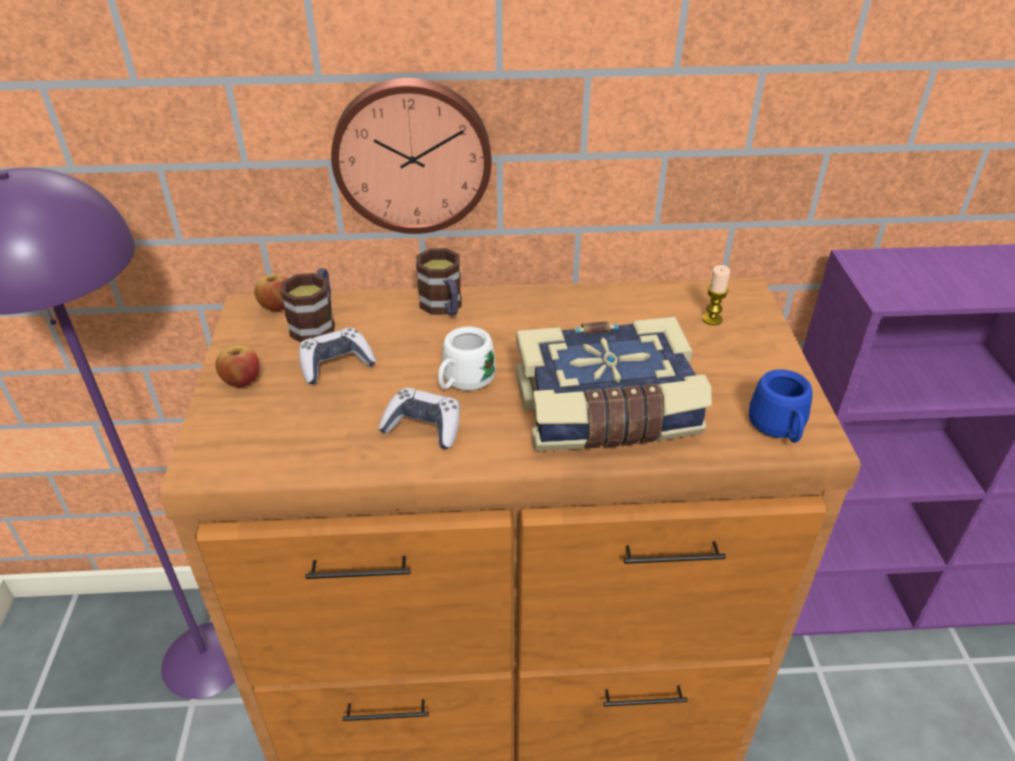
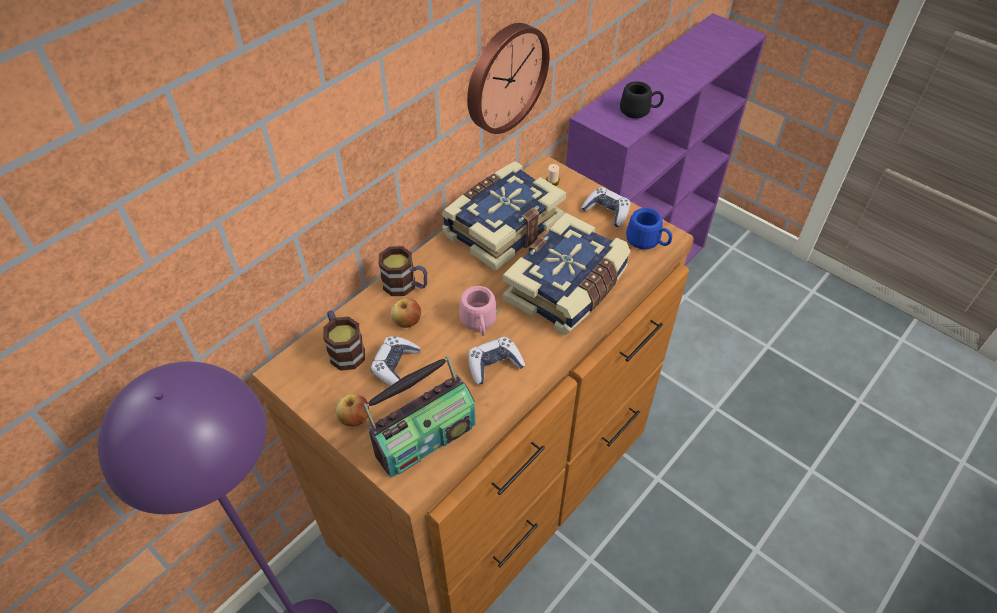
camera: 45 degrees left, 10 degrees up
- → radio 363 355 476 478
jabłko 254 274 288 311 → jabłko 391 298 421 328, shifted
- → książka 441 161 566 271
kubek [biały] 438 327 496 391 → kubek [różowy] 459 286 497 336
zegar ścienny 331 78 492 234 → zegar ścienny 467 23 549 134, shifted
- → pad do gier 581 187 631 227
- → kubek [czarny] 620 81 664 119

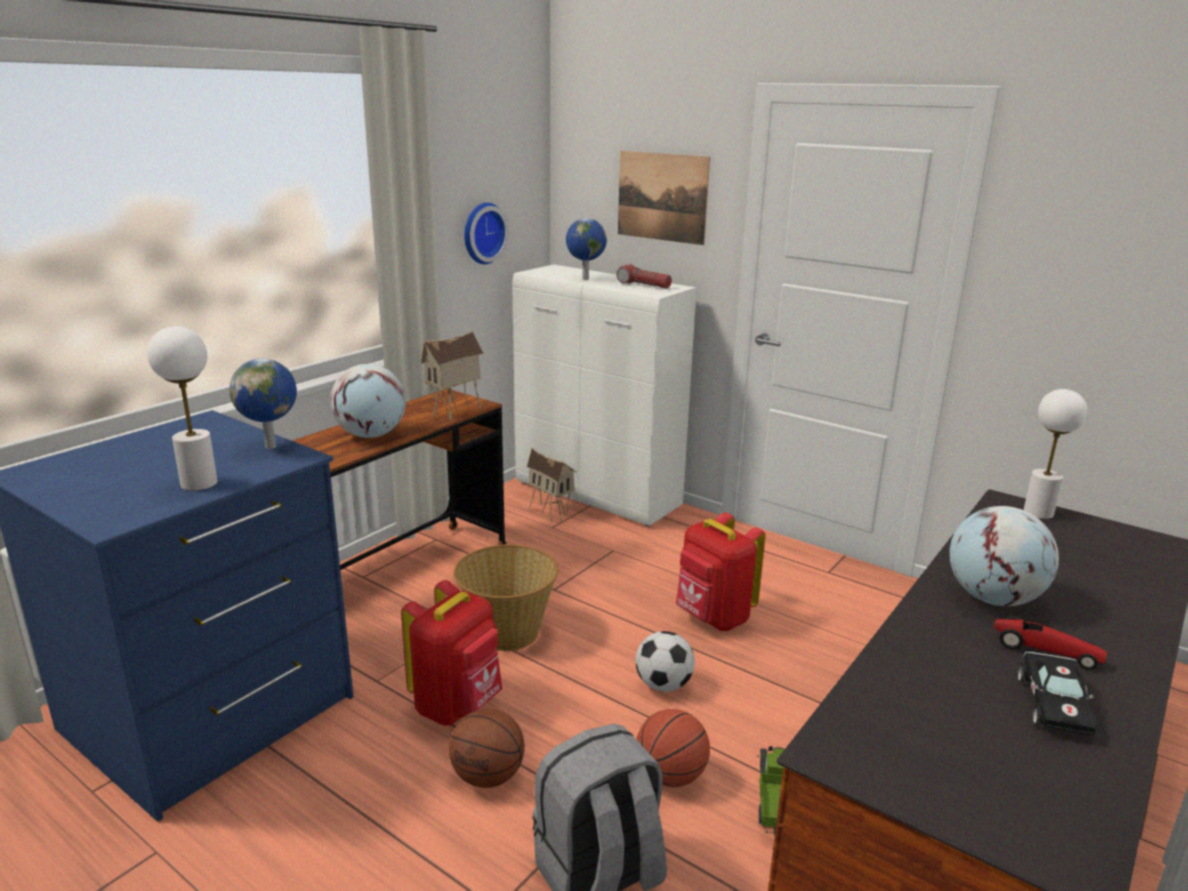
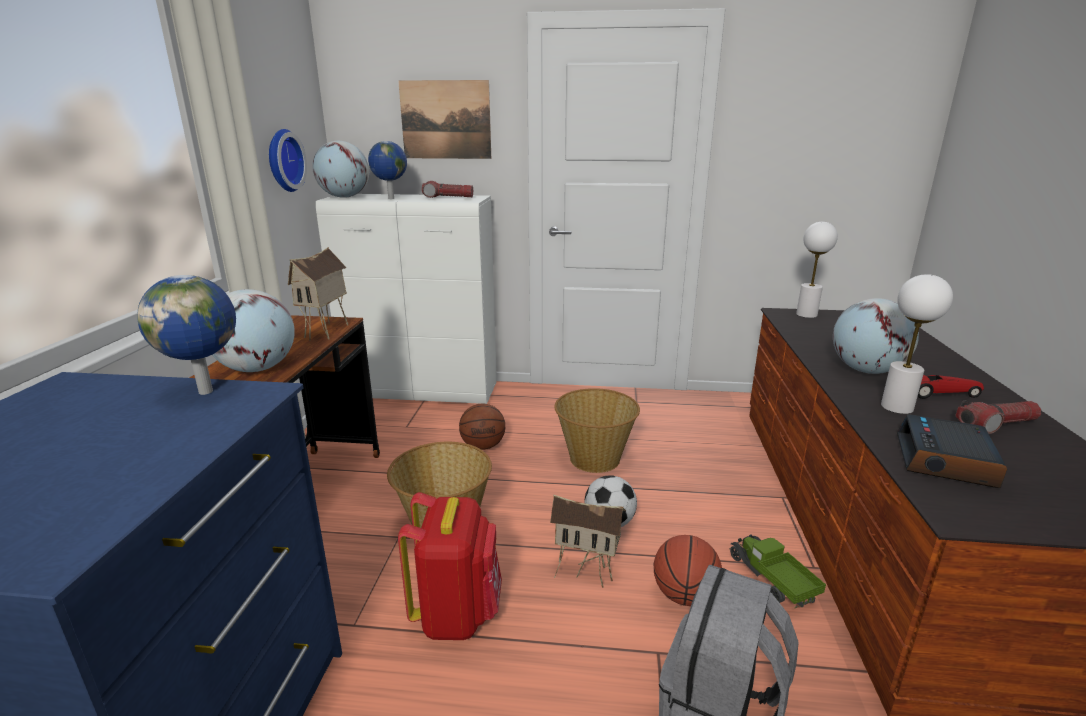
camera: 30 degrees left, 0 degrees up
- → globus 312 141 369 198
piłka do koszykówki 449 709 524 788 → piłka do koszykówki 459 404 505 450, shifted
domek 527 448 576 522 → domek 550 494 626 588, shifted
plecak [czerwony] 676 512 766 631 → koszyk 554 388 640 473
lampa stołowa [biały] 147 326 218 491 → lampa stołowa [biały] 881 274 953 414, shifted
- → budzik 897 414 1007 488
samochodzik [czarny] 1018 651 1097 735 → latarka 955 400 1041 434

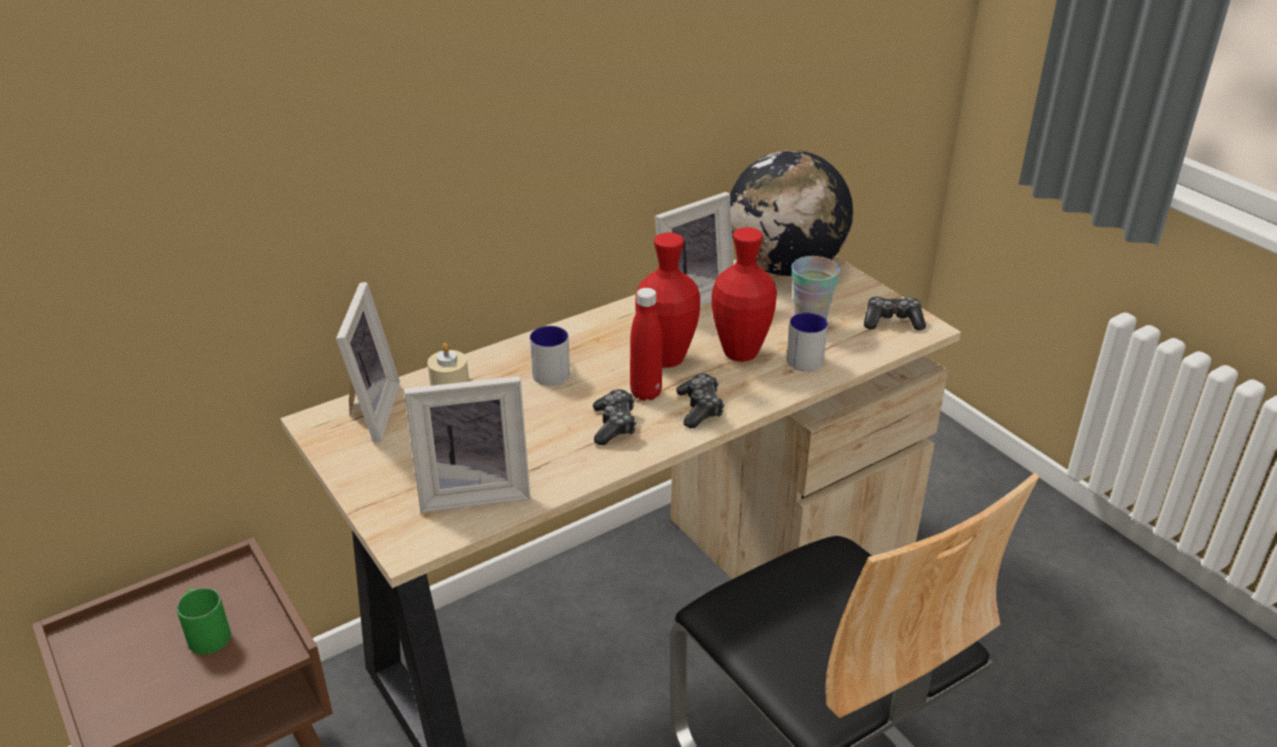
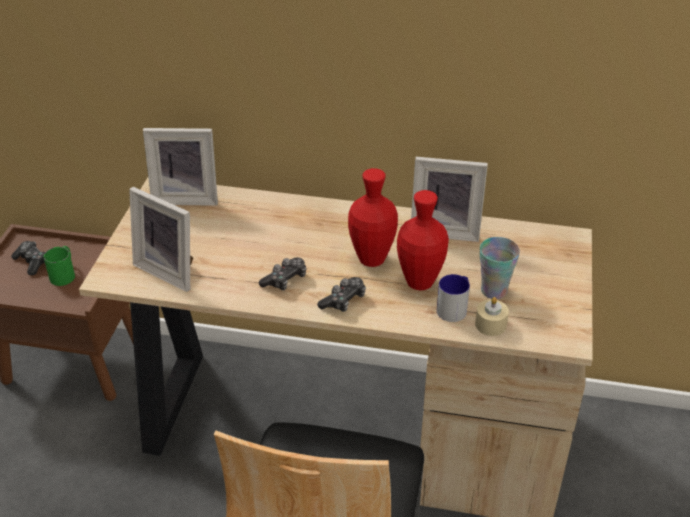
camera: 45 degrees right, 5 degrees up
pad do gier 864 296 926 330 → pad do gier 11 241 45 275, shifted
ramka na zdjęcie 336 282 400 443 → ramka na zdjęcie 143 128 218 206, 45 degrees clockwise
świeca [beżowy] 427 343 469 386 → świeca [beżowy] 475 297 509 336, shifted
kubek 530 326 570 386 → -
butelka [czerwony] 630 288 662 401 → -
globus 730 150 853 276 → -

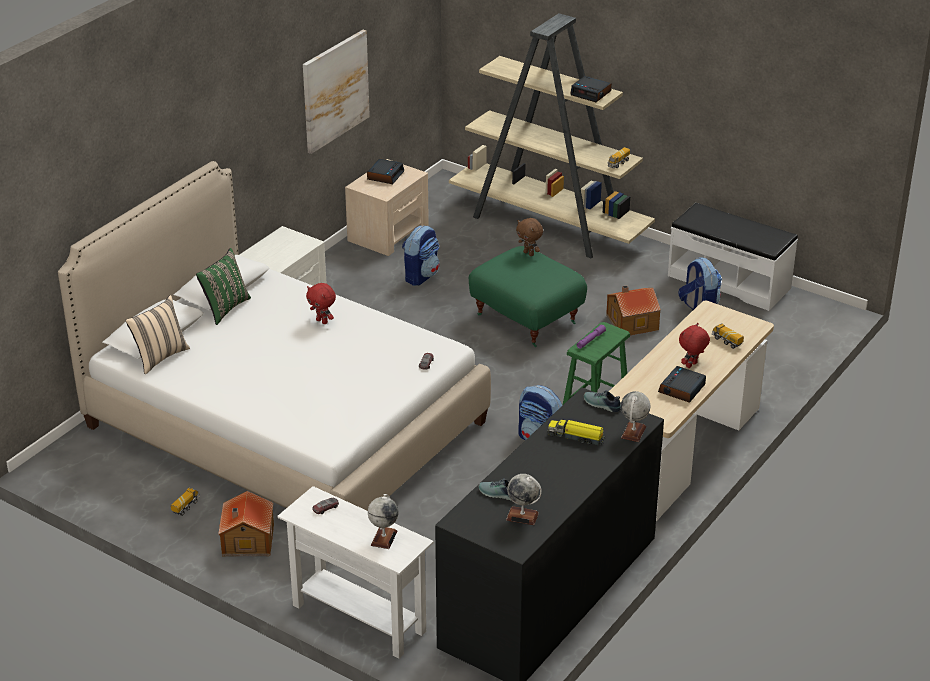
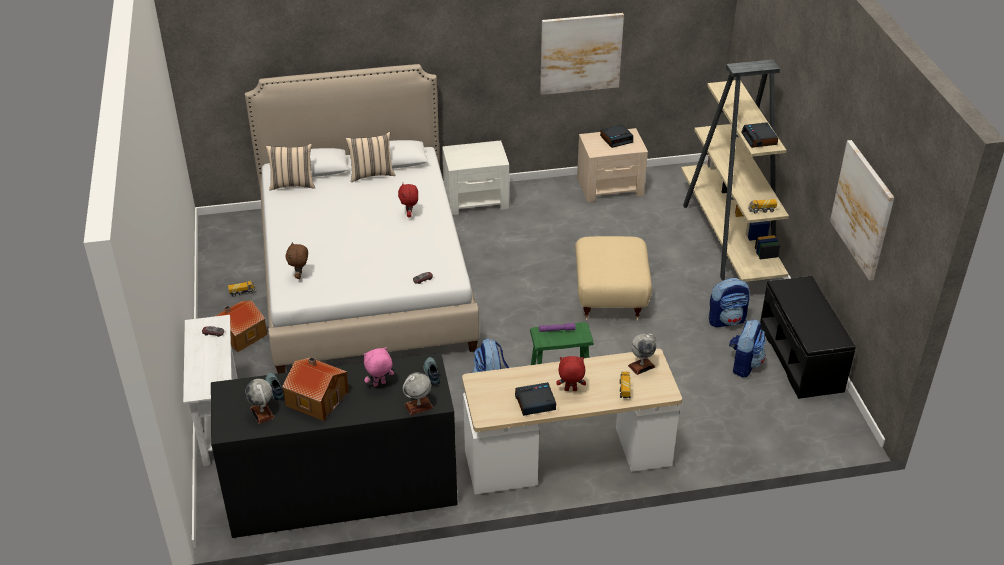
camera: 45 degrees right, 5 degrees up
domek 606 285 661 335 → domek 282 357 349 421, shifted
pluszak [brązowy] 516 218 543 256 → pluszak [brązowy] 285 242 308 279, shifted
poduszka [zielony] 196 248 251 325 → poduszka [beżowy] 345 132 396 182
ciężarówka zabawkowa 548 418 606 446 → pluszak [różowy] 363 347 394 386
pufa [zielony] 469 246 587 347 → pufa [beżowy] 575 236 652 321
globus 368 494 399 549 → globus 628 334 656 375, shifted
plecak 402 225 440 286 → plecak 709 278 750 327, shifted
ławka [biały] 668 203 798 311 → ławka [czarny] 760 276 855 399
- → obraz 830 140 895 281

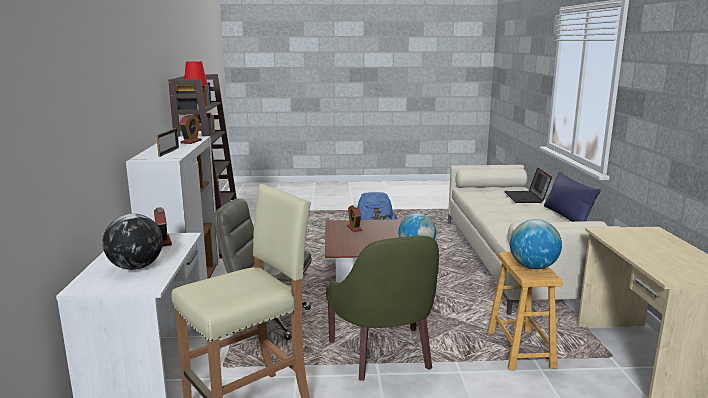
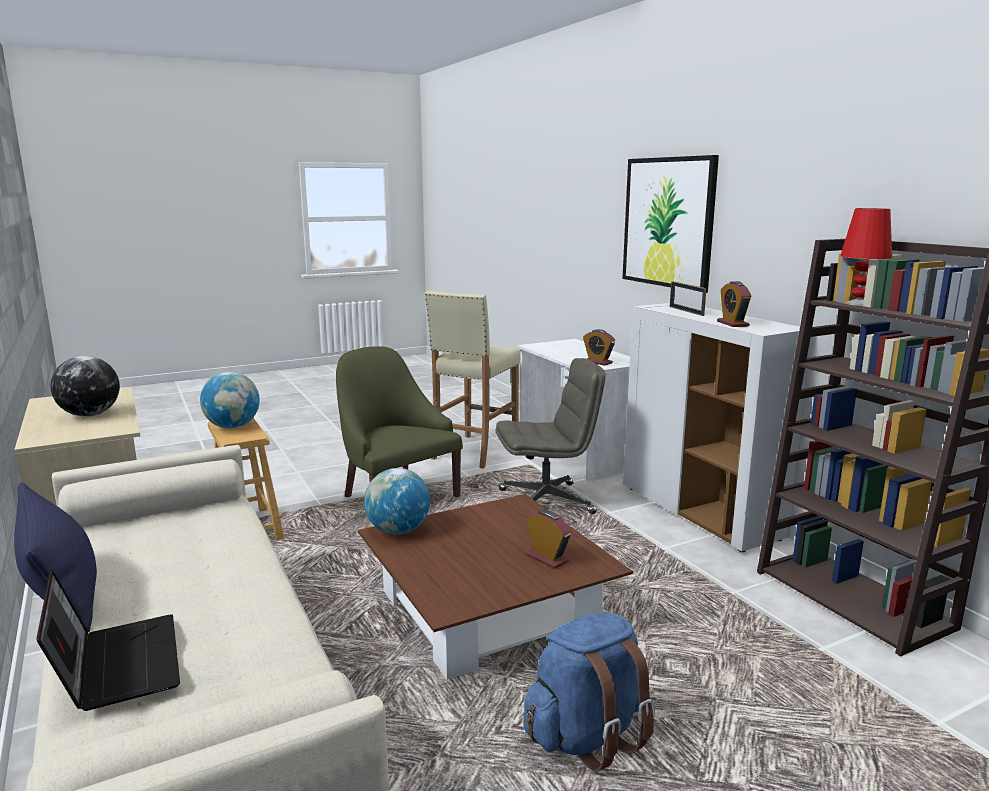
camera: 155 degrees right, 0 degrees up
globus 102 214 163 270 → globus 50 356 120 416, shifted
- → obraz 622 155 719 293

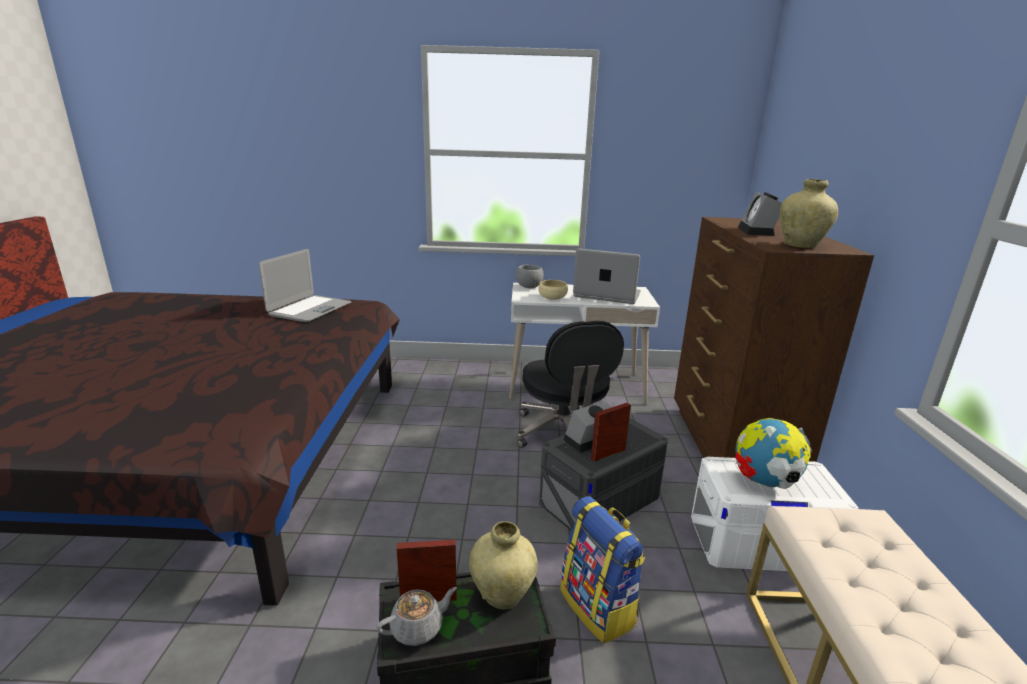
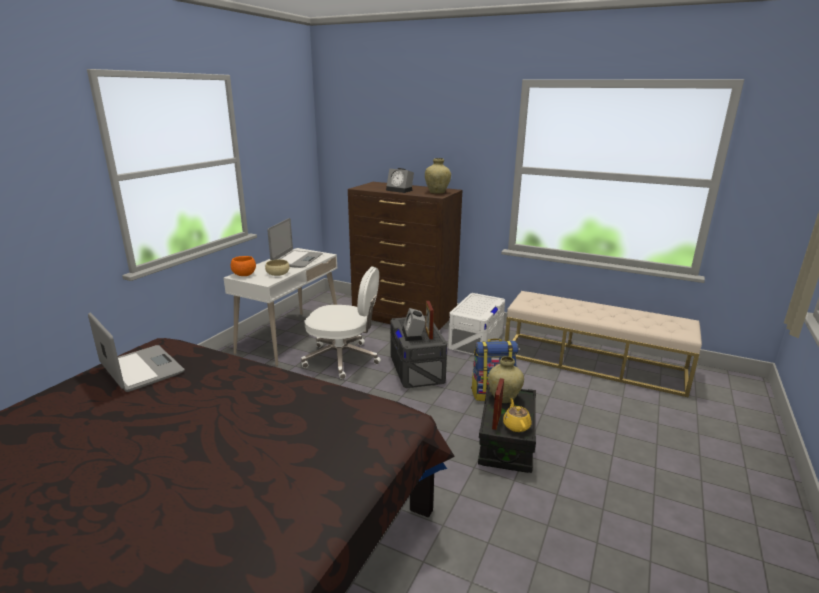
camera: 65 degrees left, 0 degrees up
miska [szary] 516 265 544 289 → miska [pomarańczowy] 231 256 256 276
laptop 573 248 641 304 → laptop 267 218 323 268, 150 degrees clockwise
krzesło biurowe [czarny] 517 321 624 448 → krzesło biurowe [biały] 301 266 381 379
imbryk [szary] 377 587 457 646 → imbryk [żółty] 503 398 532 432
globus 735 418 813 489 → -

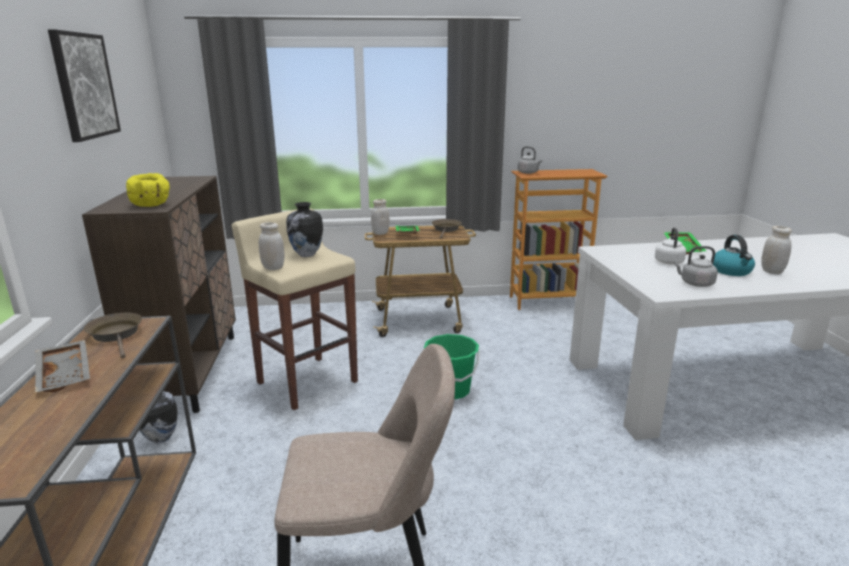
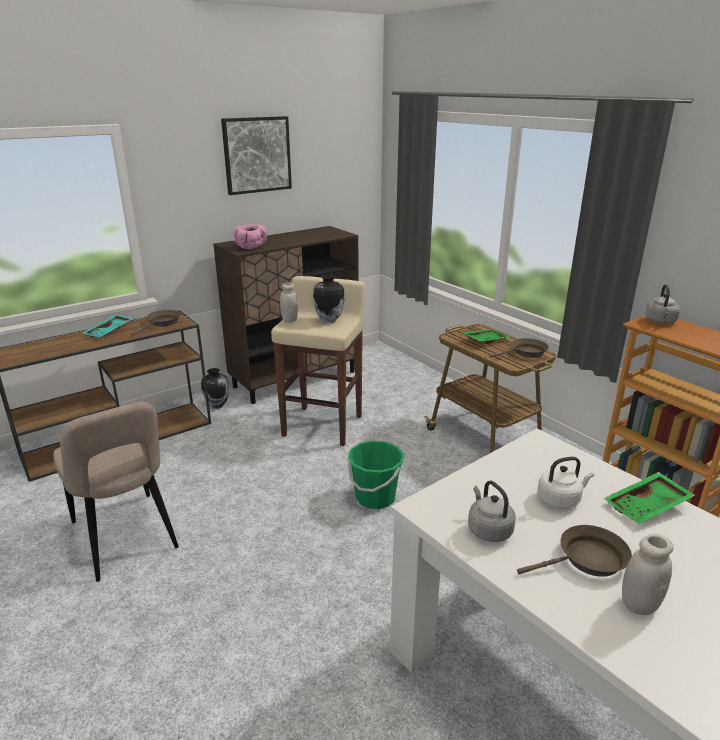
camera: 60 degrees right, 5 degrees up
taca [szary] 35 340 90 393 → taca [turkusowy] 83 314 133 337
miska [żółty] 126 173 170 207 → miska [różowy] 233 224 267 249
czajnik 713 235 755 276 → patelnia [brązowy] 517 525 632 577
słoik [biały] 371 199 390 235 → -

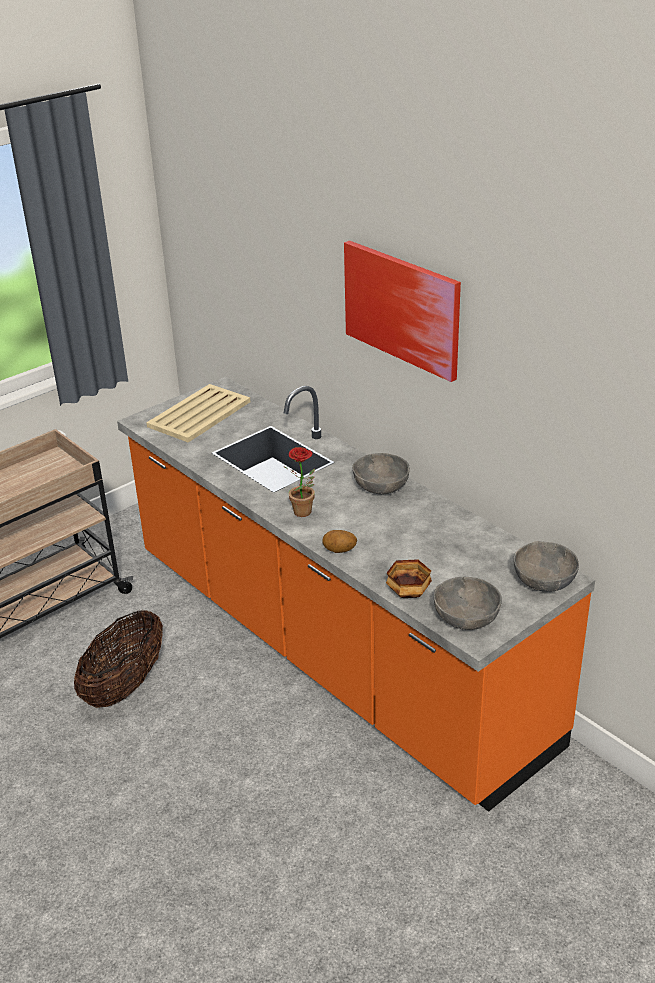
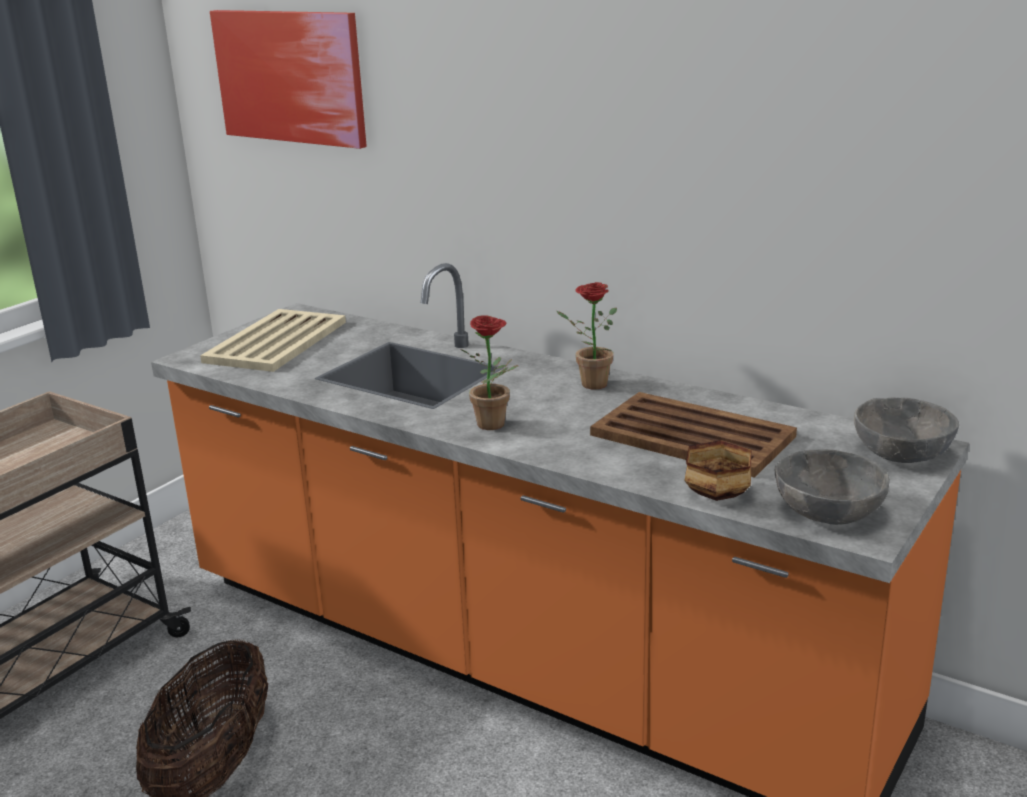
camera: 15 degrees left, 10 degrees down
obraz 344 241 461 382 → obraz 210 10 367 149, shifted
miska [szary] 352 453 410 495 → roślina doniczkowa 557 282 617 389
- → taca [brązowy] 590 392 797 478
ziemniak 322 530 357 553 → -

